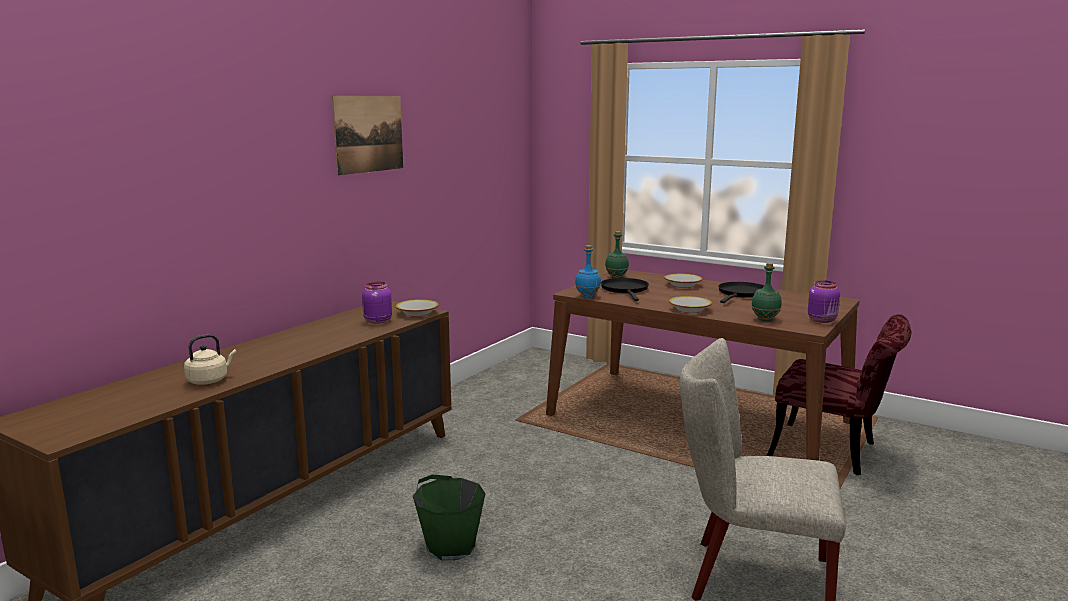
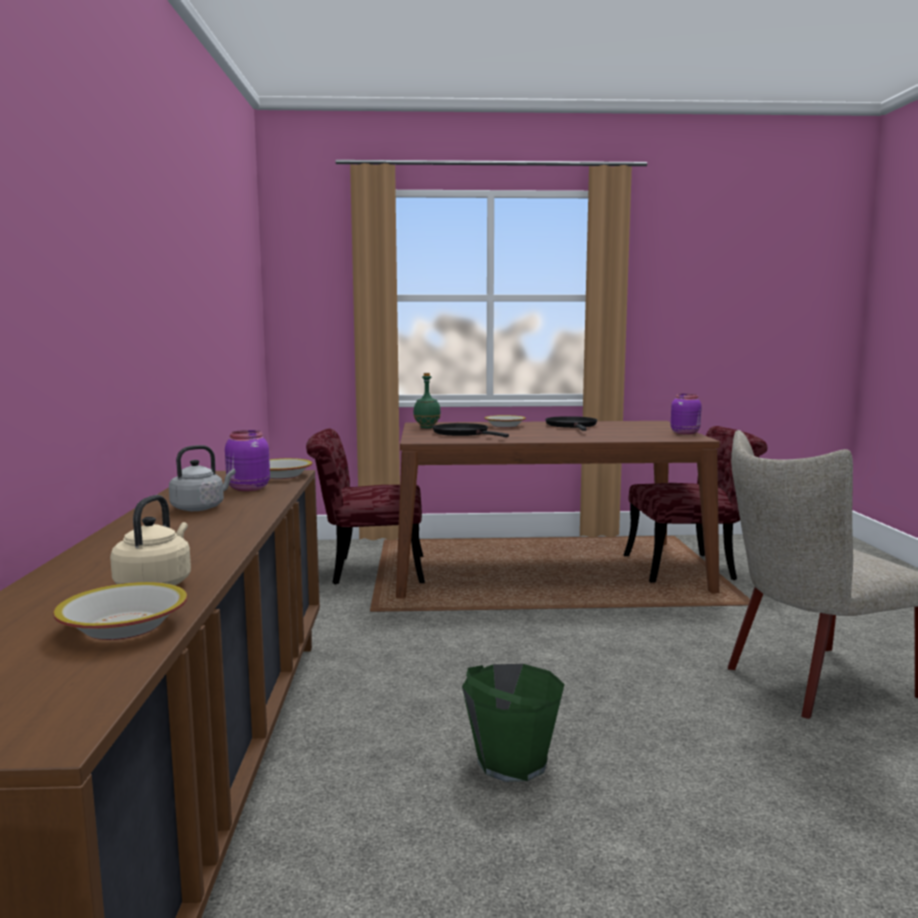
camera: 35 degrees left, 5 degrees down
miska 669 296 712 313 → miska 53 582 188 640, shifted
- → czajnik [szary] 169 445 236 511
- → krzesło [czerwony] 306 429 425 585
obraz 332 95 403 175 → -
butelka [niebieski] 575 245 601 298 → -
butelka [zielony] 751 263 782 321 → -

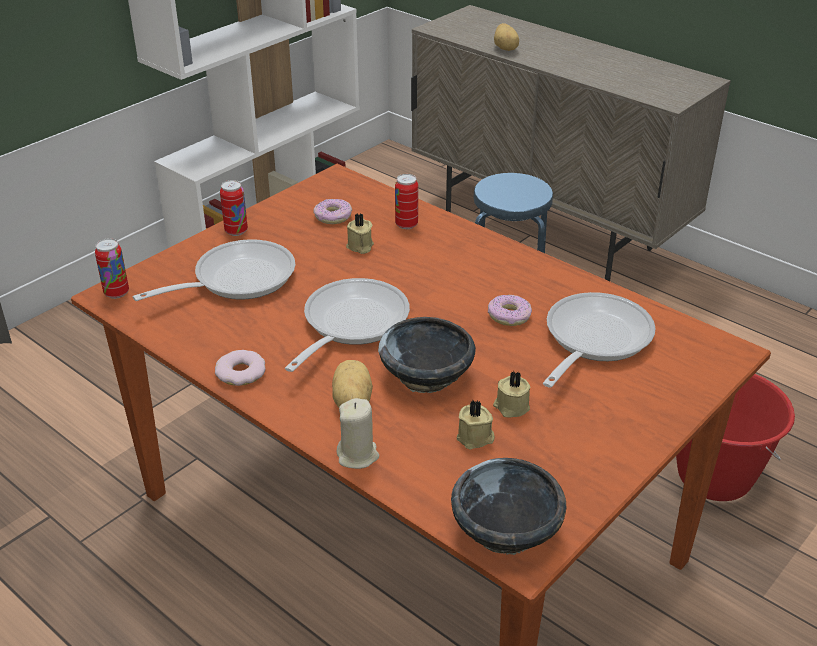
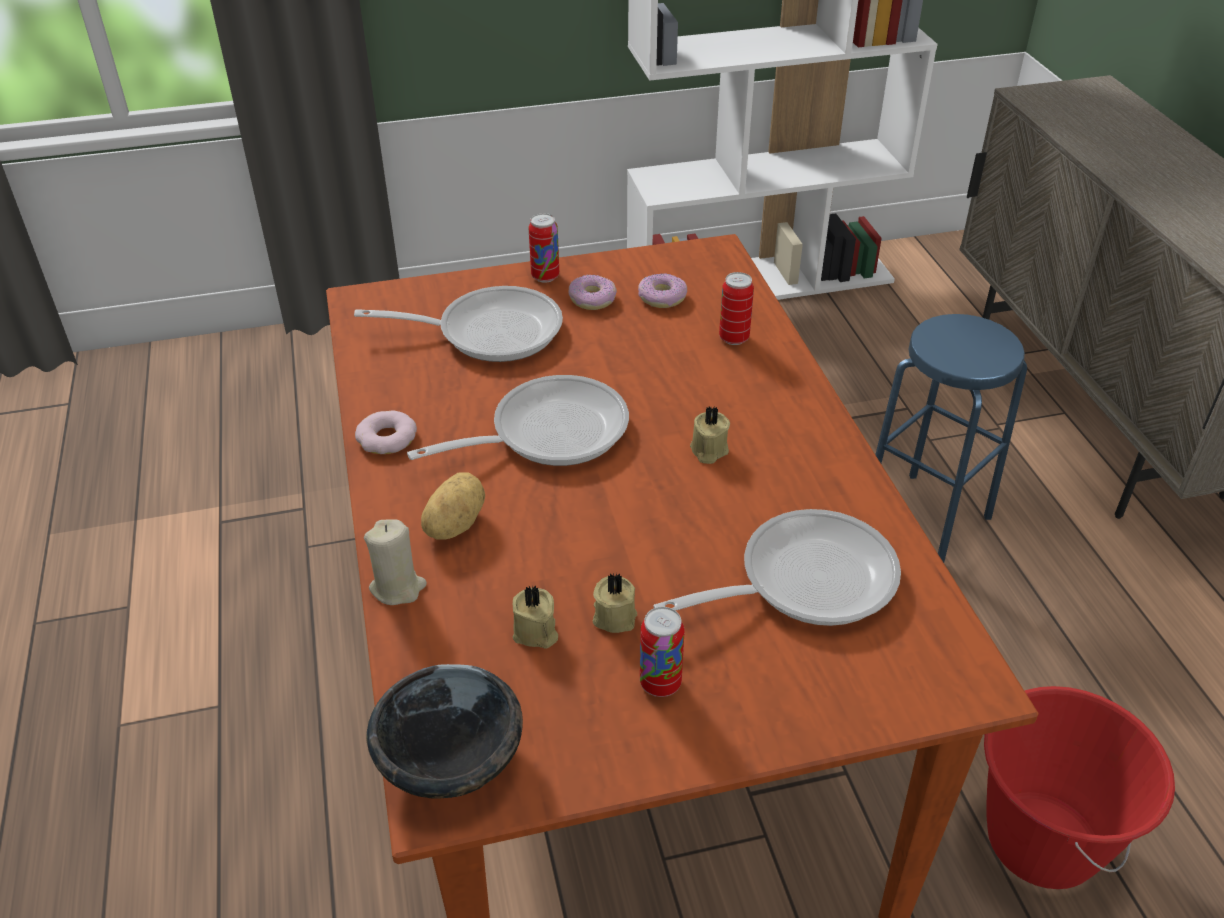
camera: 35 degrees right, 5 degrees up
donut 488 295 532 326 → donut 569 275 617 310, shifted
puszka 95 238 129 299 → puszka 640 607 685 697, shifted
świeca [beżowy] 346 213 374 254 → świeca [beżowy] 690 406 730 464, shifted
miska [czarny] 378 317 476 393 → -
ziemniak 494 23 519 51 → -

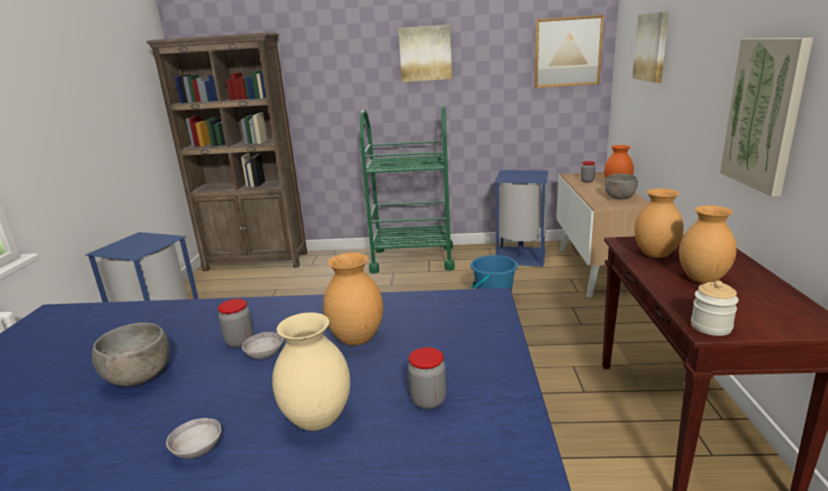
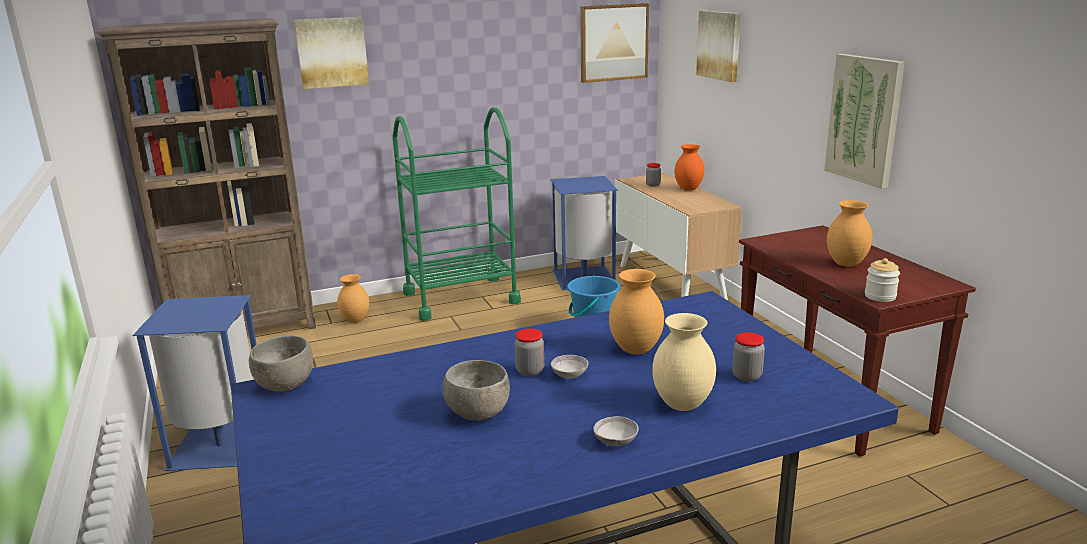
camera: 25 degrees left, 0 degrees up
miska [szary] 604 174 638 199 → miska [szary] 249 335 313 391, shifted
obraz 398 25 452 82 → obraz 294 17 369 89, shifted
wazon [brązowy] 634 188 684 258 → wazon [brązowy] 337 274 369 323, shifted

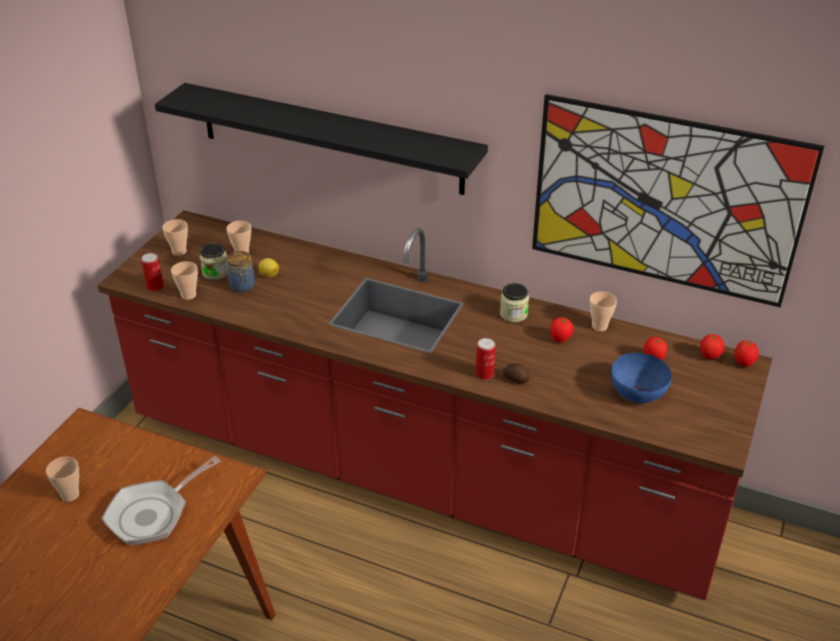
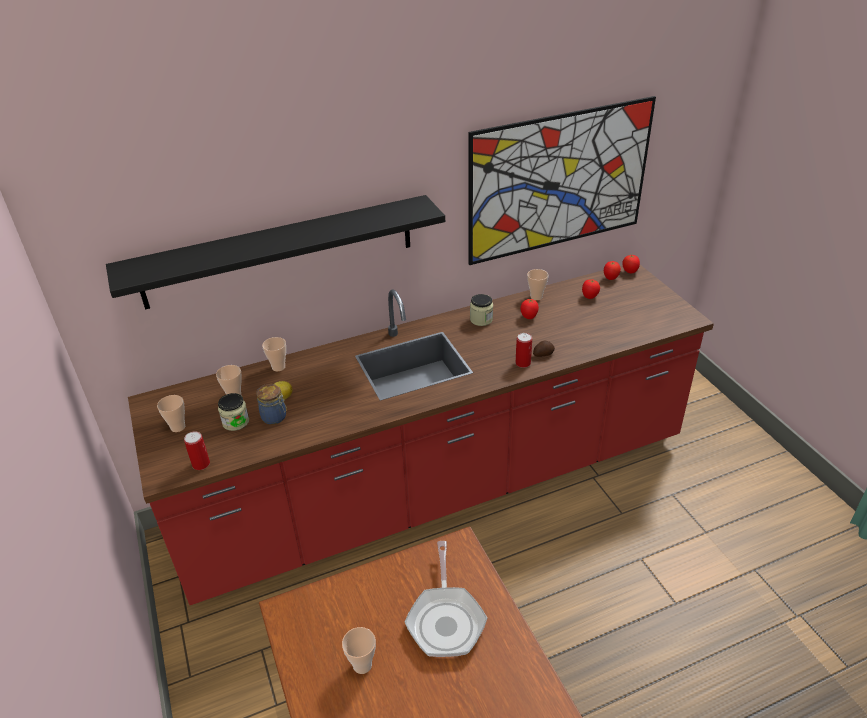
camera: 45 degrees left, 0 degrees up
filiżanka 171 261 198 300 → filiżanka 262 337 286 371, shifted
miska [niebieski] 611 353 672 403 → -

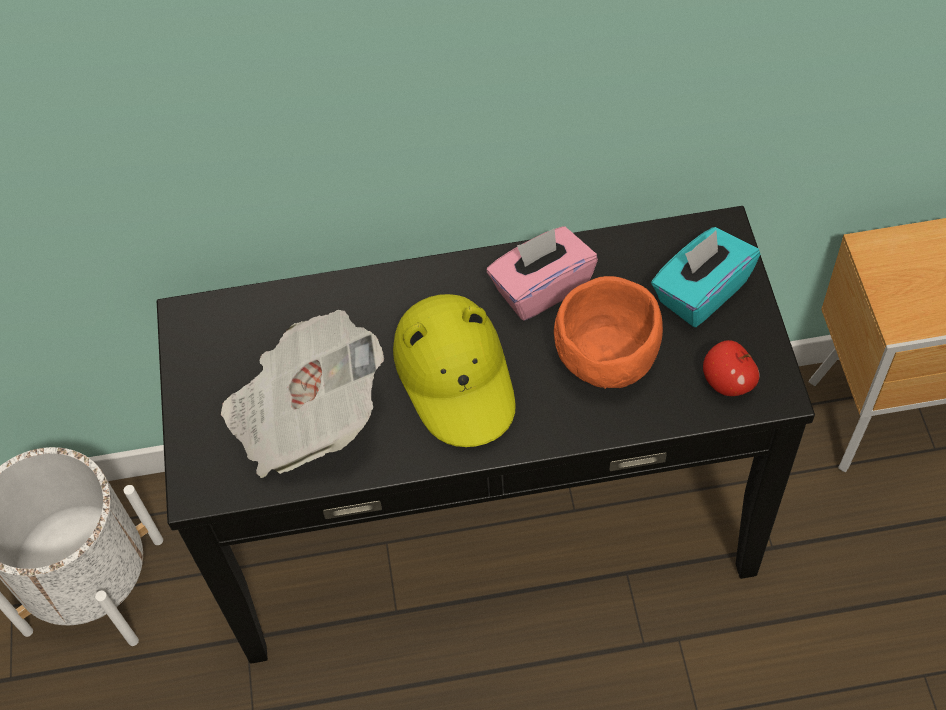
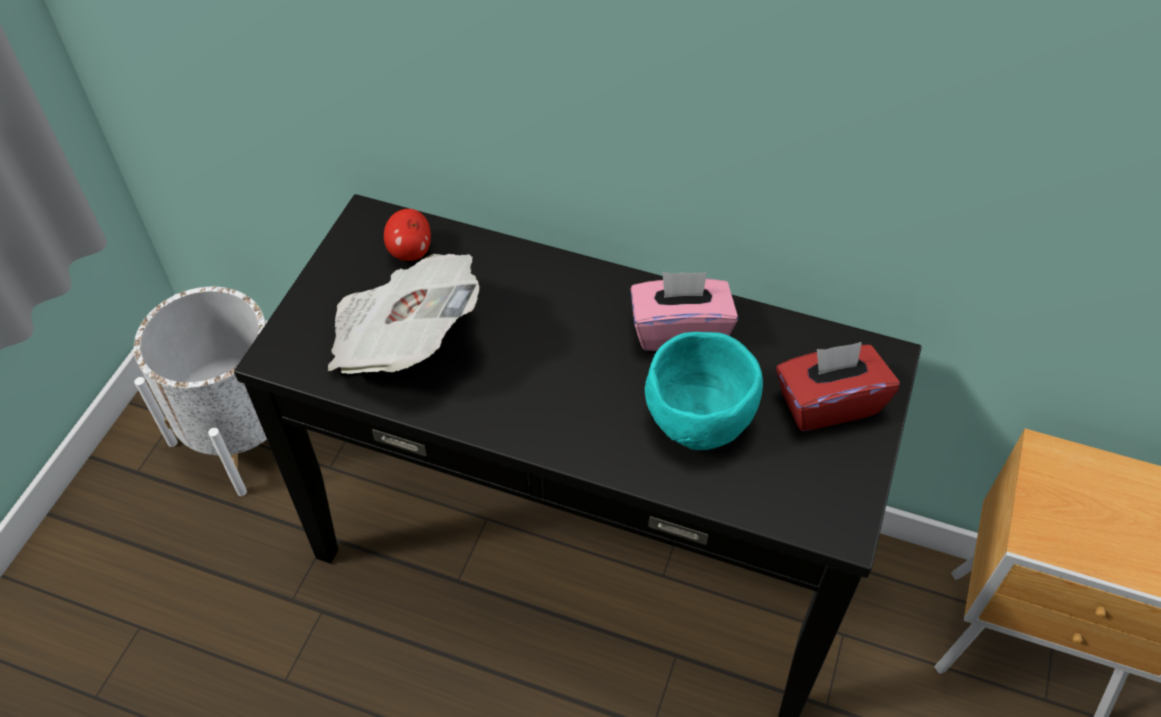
camera: 25 degrees right, 5 degrees down
jabłko 703 340 760 396 → jabłko 384 209 431 261, shifted
miska [pomarańczowy] 554 276 663 388 → miska [turkusowy] 645 332 763 450
pudełko chusteczek [turkusowy] 651 227 760 327 → pudełko chusteczek [czerwony] 776 342 900 431
kapelusz [żółty] 393 294 516 447 → -

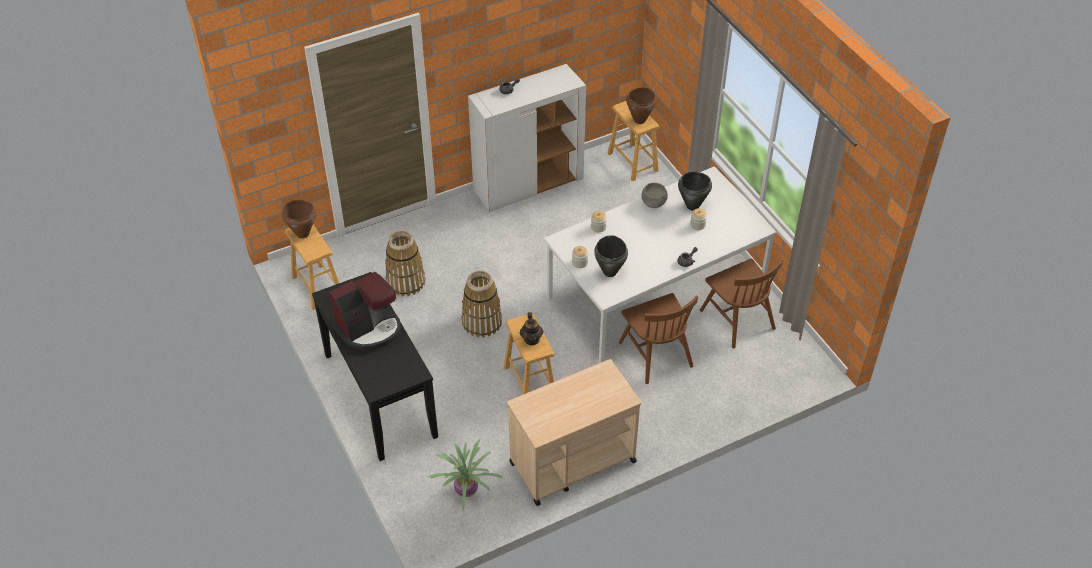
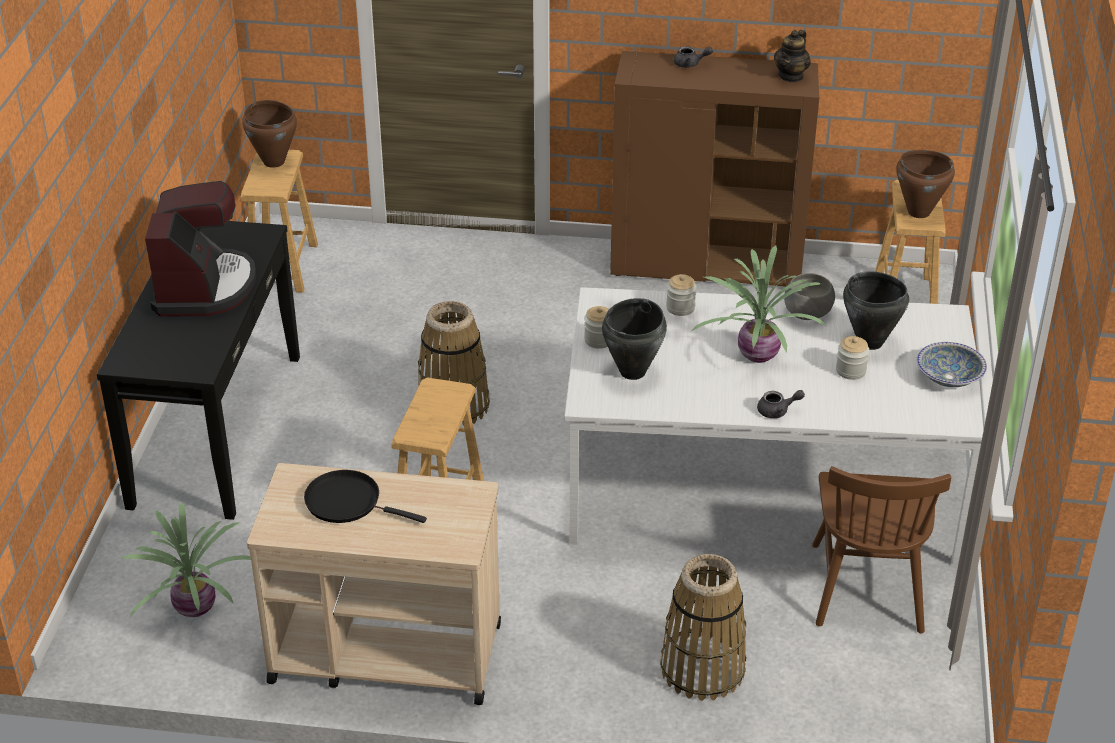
camera: 35 degrees right, 10 degrees down
ekspres do kawy 329 272 401 350 → ekspres do kawy 145 181 256 317, 90 degrees counterclockwise
- → patelnia [czarny] 304 470 427 523
szafka [biały] 468 64 586 212 → szafka [brązowy] 610 51 819 287
koszyk 385 231 425 296 → koszyk 660 554 746 701, shifted
- → roślina doniczkowa 692 246 826 363
imbryk 520 312 543 345 → imbryk 774 30 811 82, shifted
- → miska 917 342 987 387
krzesło [brązowy] 619 293 698 384 → -

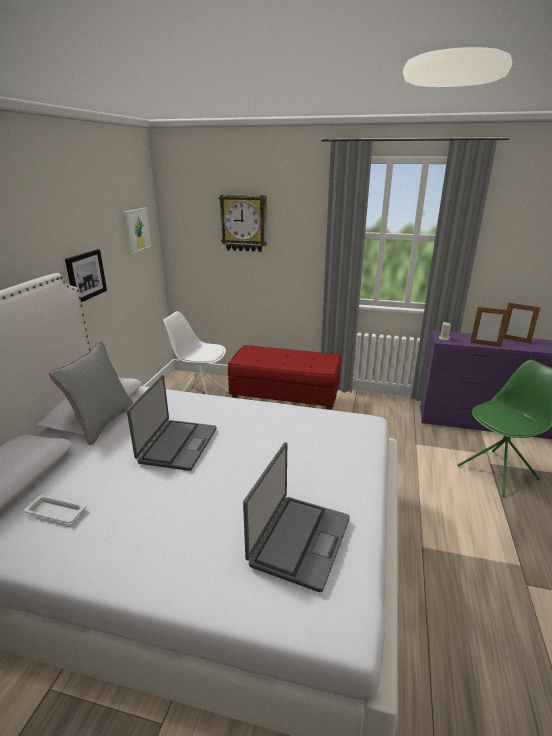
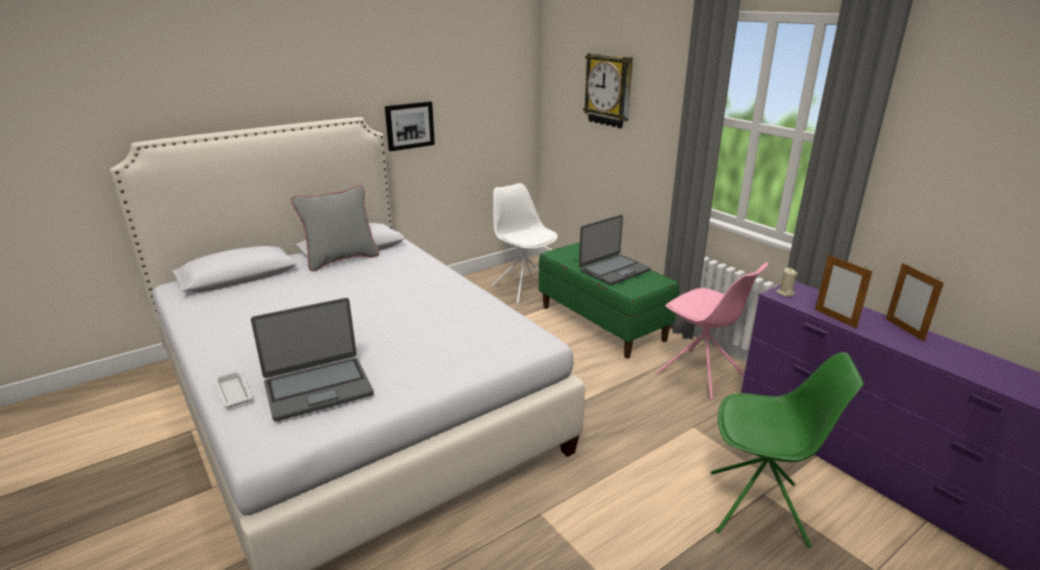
camera: 40 degrees right, 0 degrees up
taca [biały] 24 495 87 523 → taca [biały] 214 370 253 407, shifted
ławka [czerwony] 228 345 341 410 → ławka [zielony] 539 242 679 358
laptop 127 375 216 471 → laptop 579 215 651 285, shifted
- → krzesło [różowy] 656 262 768 400
obraz 124 208 151 253 → -

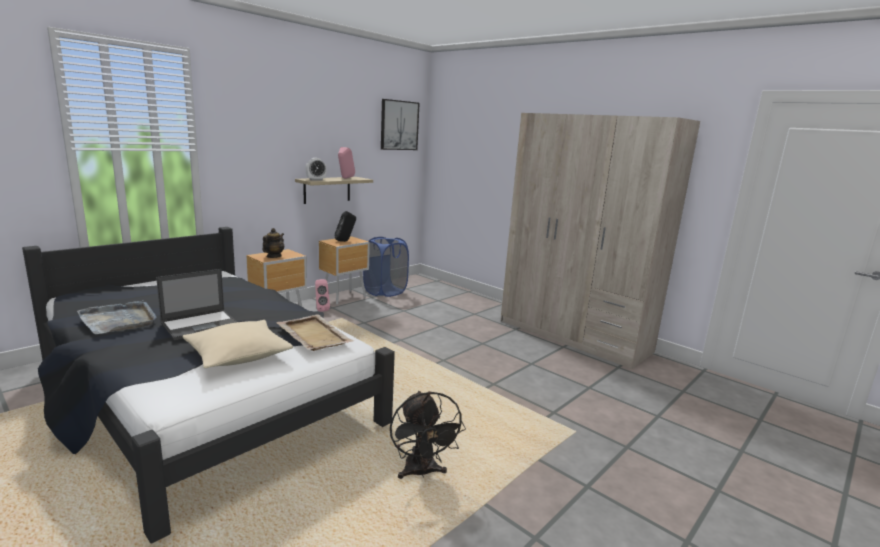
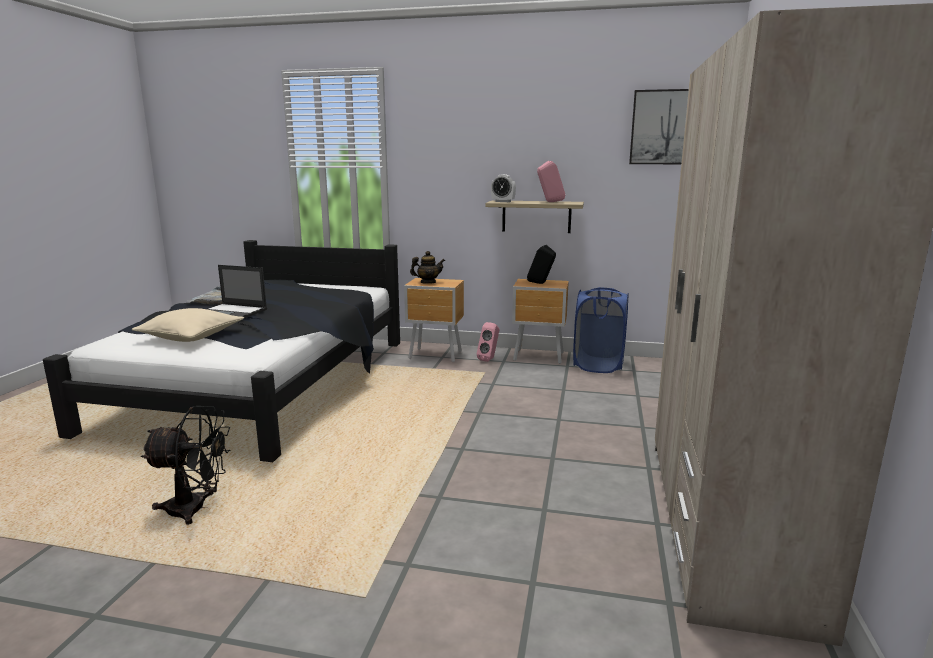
camera: 60 degrees right, 0 degrees up
wentylator [czarny] 390 390 466 479 → wentylator [czarny] 141 405 231 525, 135 degrees counterclockwise
taca [beżowy] 276 314 354 351 → -

